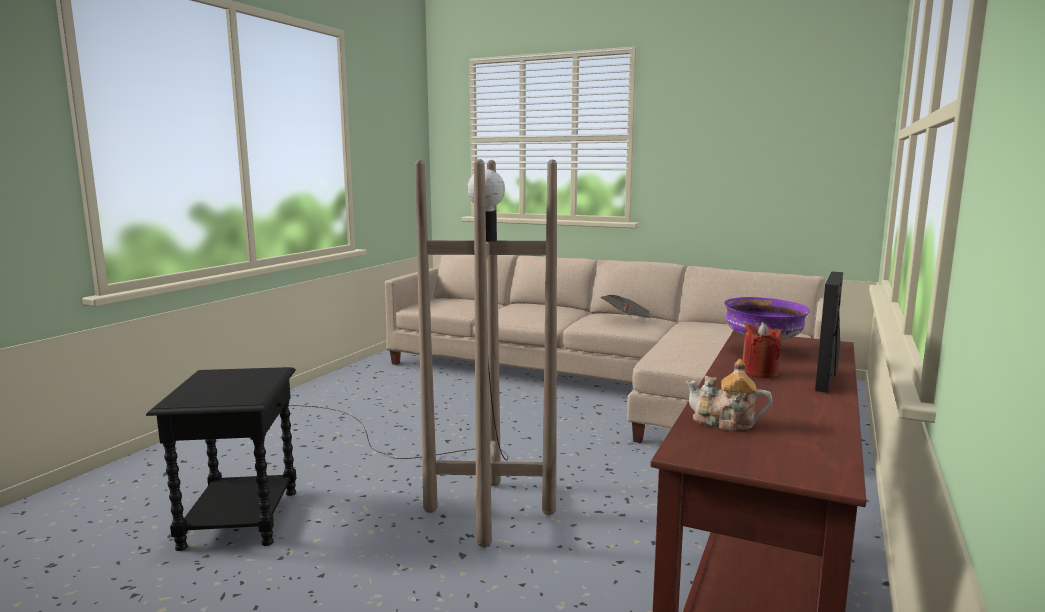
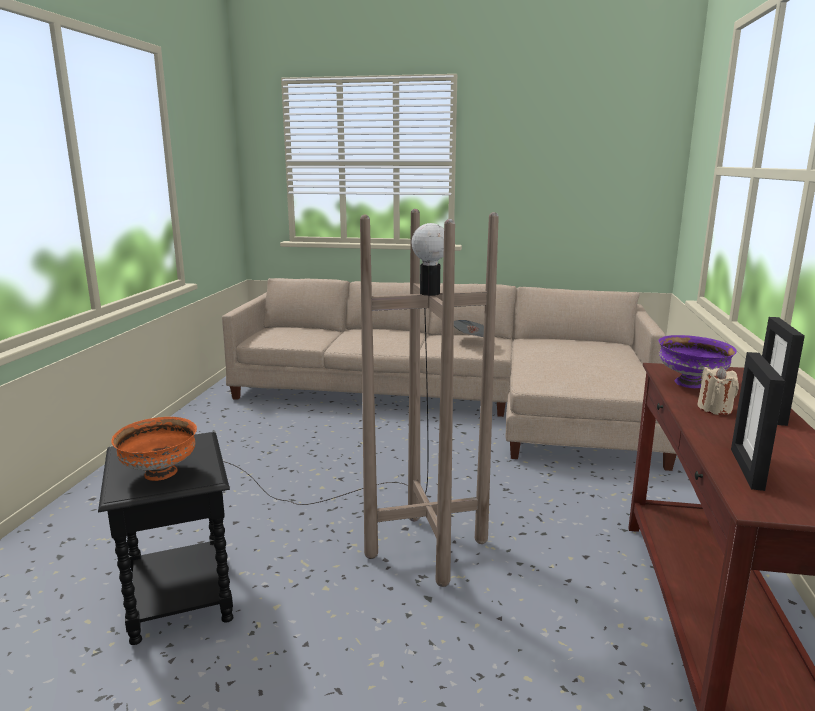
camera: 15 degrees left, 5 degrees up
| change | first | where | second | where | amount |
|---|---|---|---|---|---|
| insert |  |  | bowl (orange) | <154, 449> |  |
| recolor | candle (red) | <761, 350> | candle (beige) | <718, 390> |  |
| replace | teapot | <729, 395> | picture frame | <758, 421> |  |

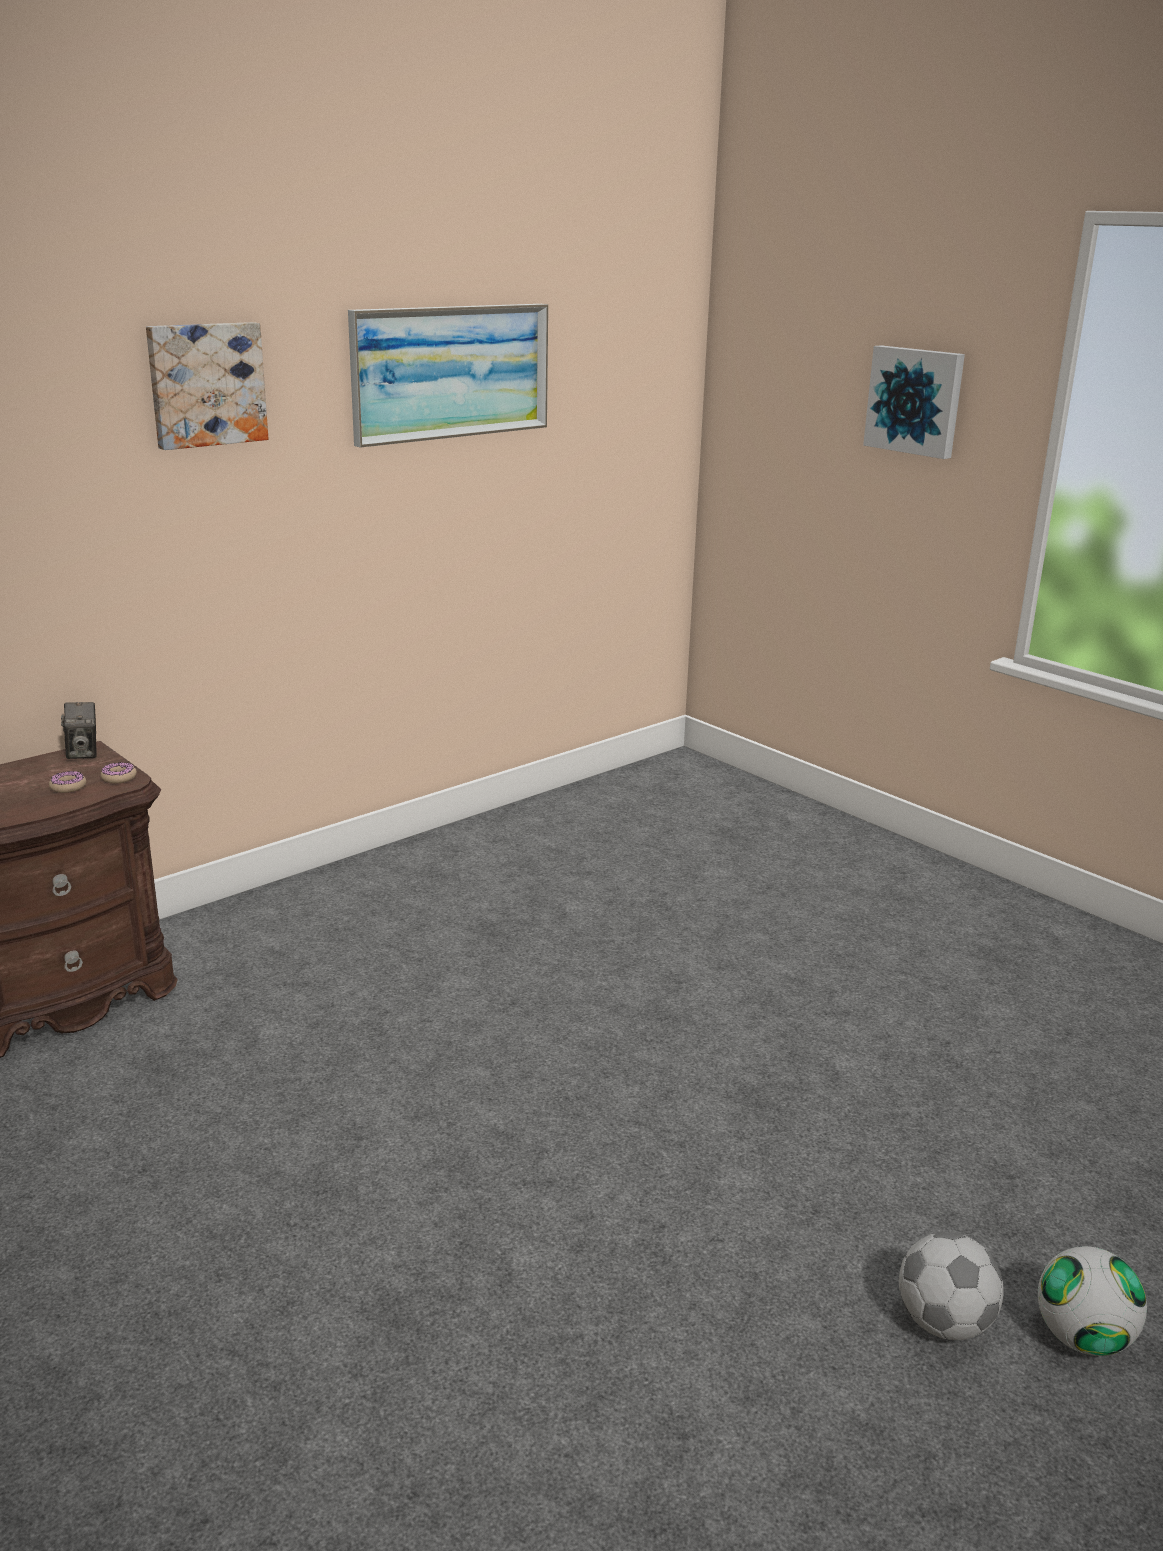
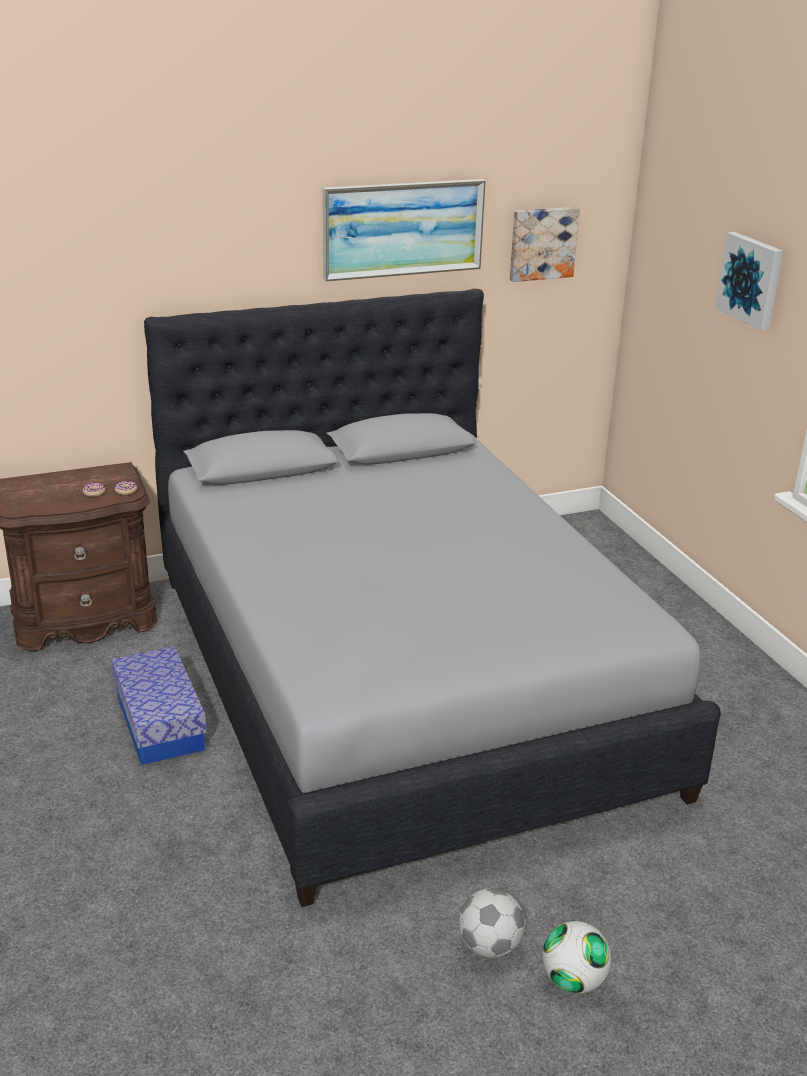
camera: 20 degrees right, 5 degrees up
| change | first | where | second | where | amount |
|---|---|---|---|---|---|
| insert |  |  | storage box | <158, 705> |  |
| insert |  |  | bed (grey) | <432, 598> |  |
| move | picture | <207, 386> |  | <545, 244> |  |
| delete | photo camera | <79, 730> |  |  |  |

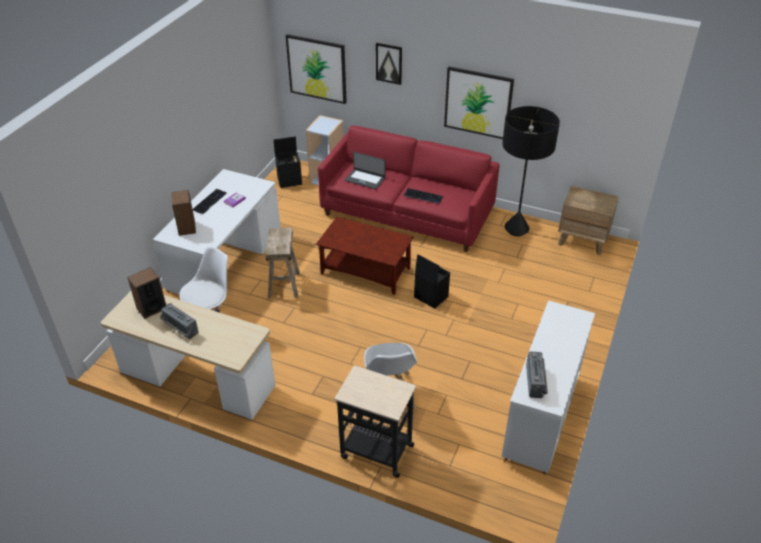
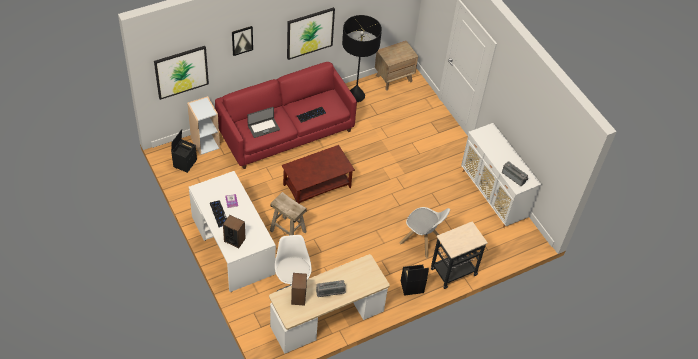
camera: 55 degrees left, 10 degrees up
| change | first | where | second | where | amount |
|---|---|---|---|---|---|
| move | storage box (black) | <432, 281> |  | <415, 280> |  |

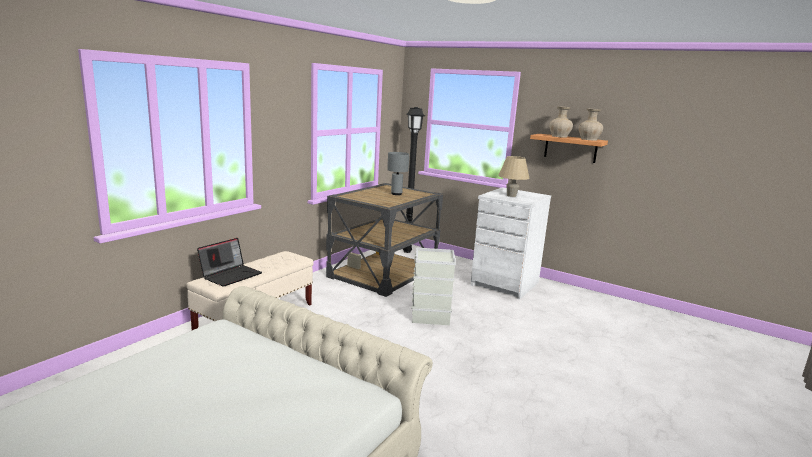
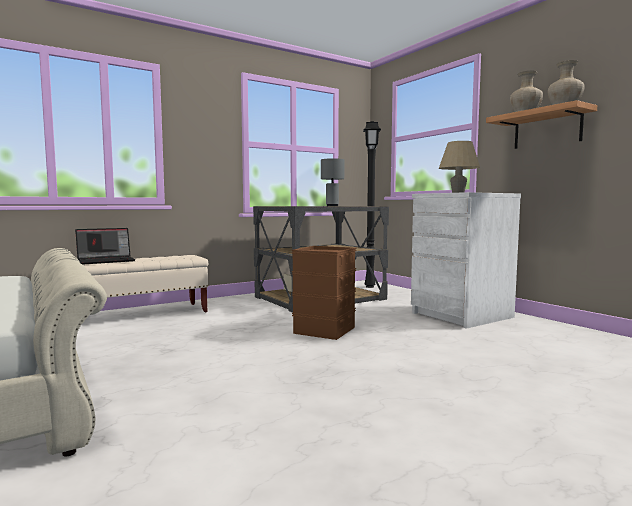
camera: 25 degrees right, 10 degrees down
| change | first | where | second | where | amount |
|---|---|---|---|---|---|
| recolor | storage box (grey) | <433, 286> | storage box (brown) | <324, 293> |  |

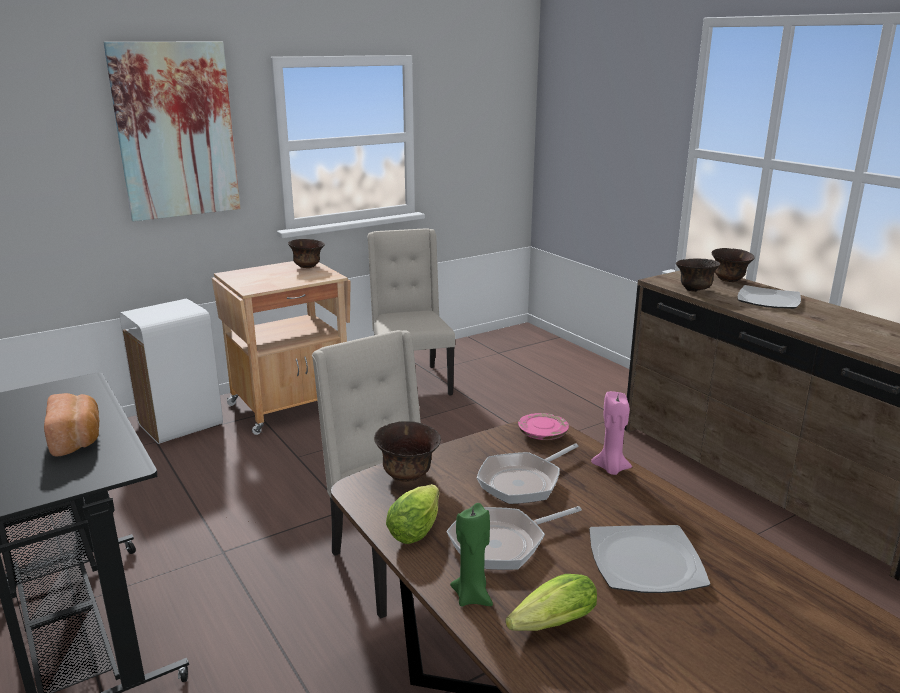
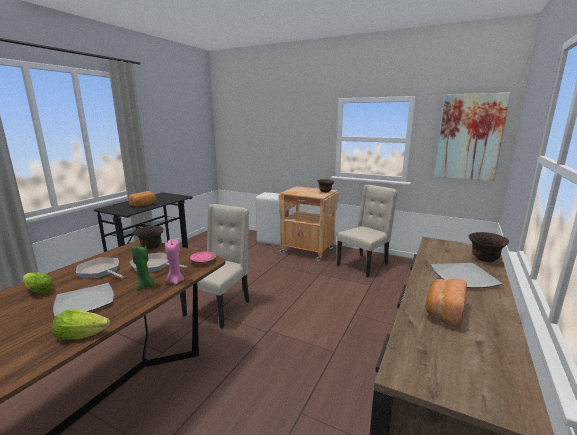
camera: 60 degrees right, 5 degrees down
| change | first | where | second | where | amount |
|---|---|---|---|---|---|
| move | lettuce | <412, 514> |  | <81, 325> |  |
| move | candle (green) | <471, 554> |  | <143, 267> |  |
| insert |  |  | bread | <446, 303> |  |
| move | picture | <172, 131> |  | <473, 137> |  |
| delete | bowl (brown) | <698, 275> |  |  |  |

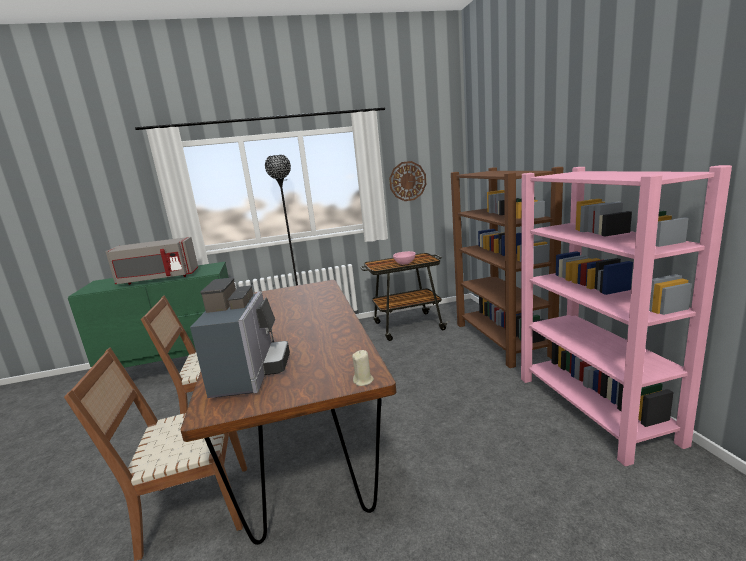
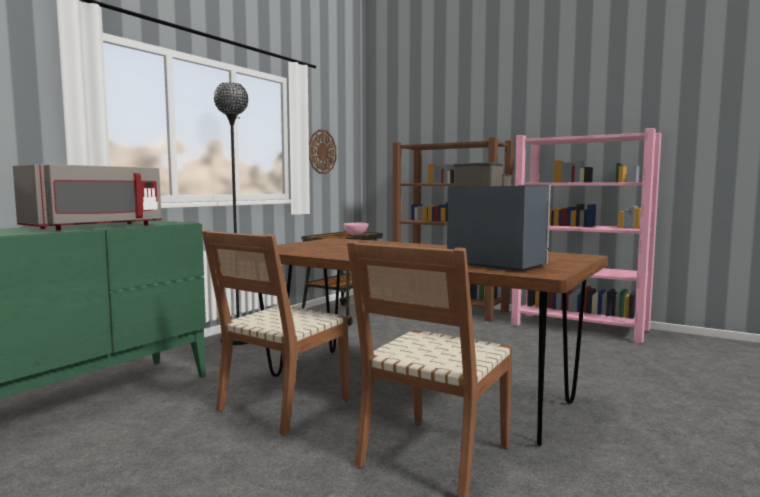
camera: 45 degrees left, 10 degrees down
| change | first | where | second | where | amount |
|---|---|---|---|---|---|
| delete | candle (beige) | <363, 368> |  |  |  |

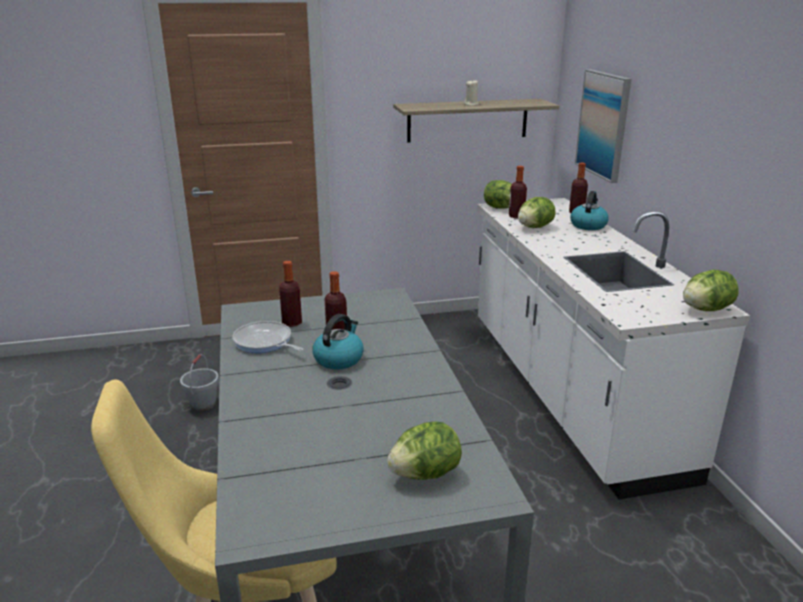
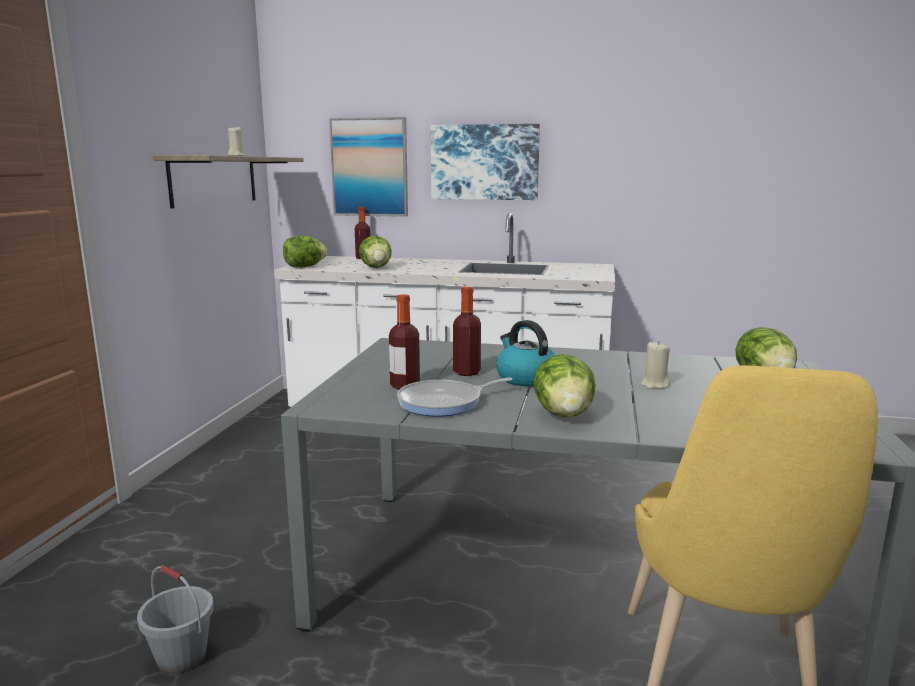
camera: 65 degrees left, 10 degrees down
| change | first | where | second | where | amount |
|---|---|---|---|---|---|
| insert |  |  | picture | <485, 162> |  |
| move | lettuce | <711, 290> |  | <565, 386> |  |
| insert |  |  | candle (beige) | <655, 365> |  |
| delete | bottle | <518, 192> |  |  |  |
| delete | kettle | <589, 210> |  |  |  |

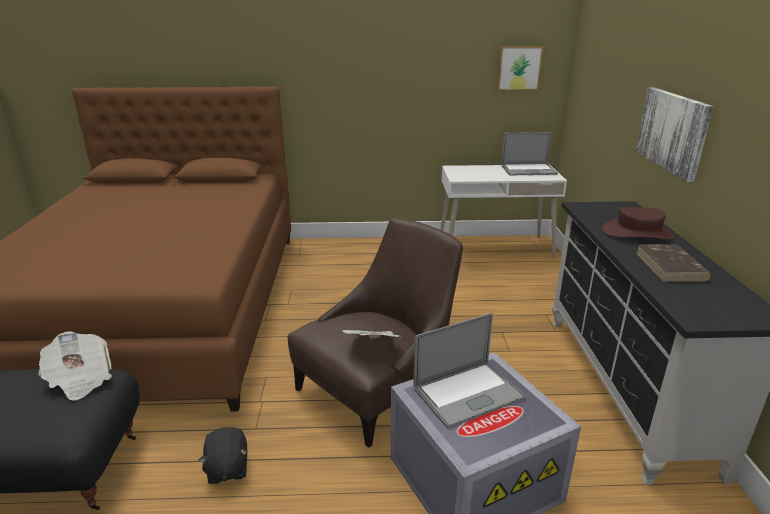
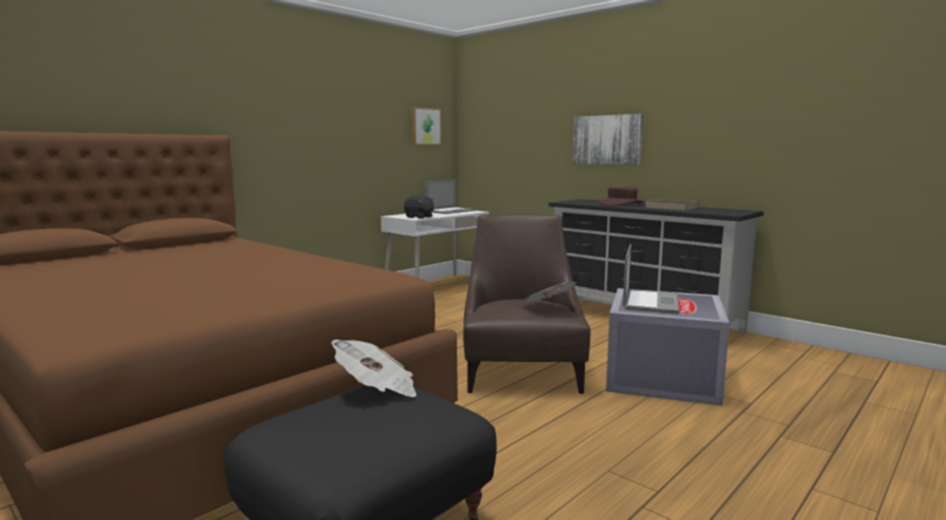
camera: 45 degrees left, 15 degrees down
| change | first | where | second | where | amount |
|---|---|---|---|---|---|
| move | plush toy (black) | <223, 455> |  | <419, 207> |  |

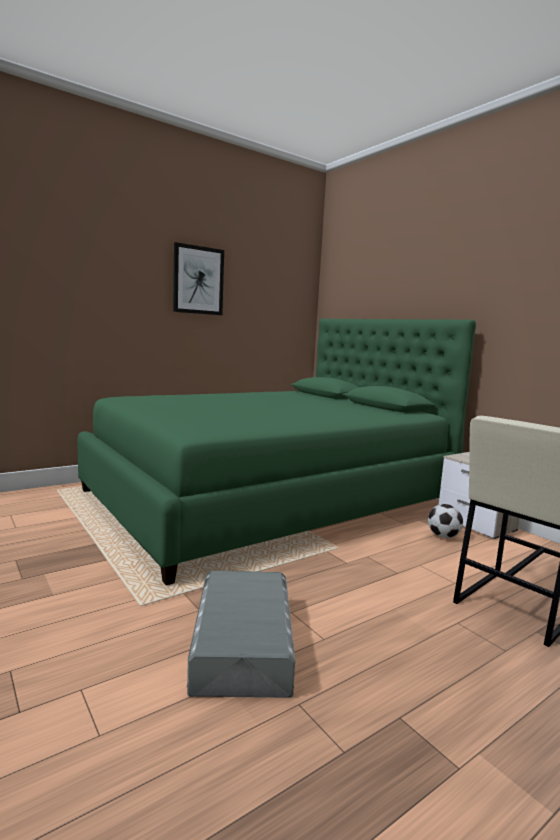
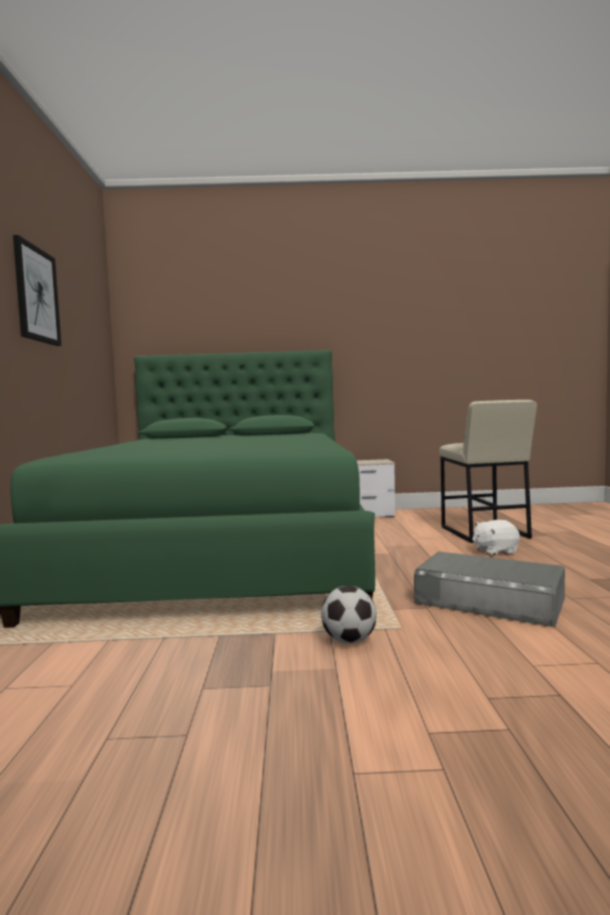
camera: 55 degrees left, 5 degrees down
| change | first | where | second | where | amount |
|---|---|---|---|---|---|
| move | football | <445, 521> |  | <349, 615> |  |
| insert |  |  | plush toy (white) | <496, 538> |  |

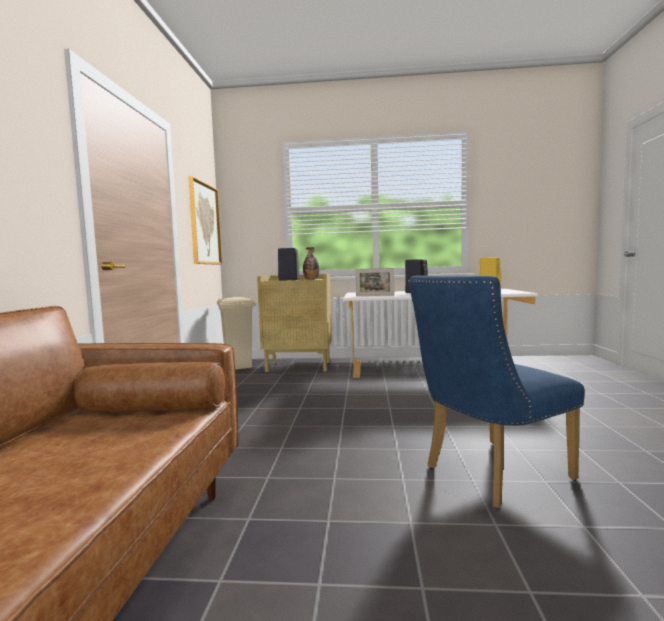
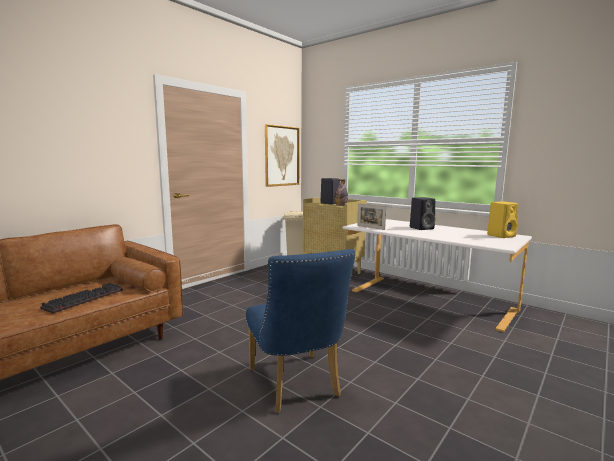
camera: 35 degrees right, 5 degrees up
| change | first | where | second | where | amount |
|---|---|---|---|---|---|
| insert |  |  | keyboard | <81, 298> |  |
| rotate | chair (blue) | <496, 392> |  | <301, 331> | 120 degrees counterclockwise |

